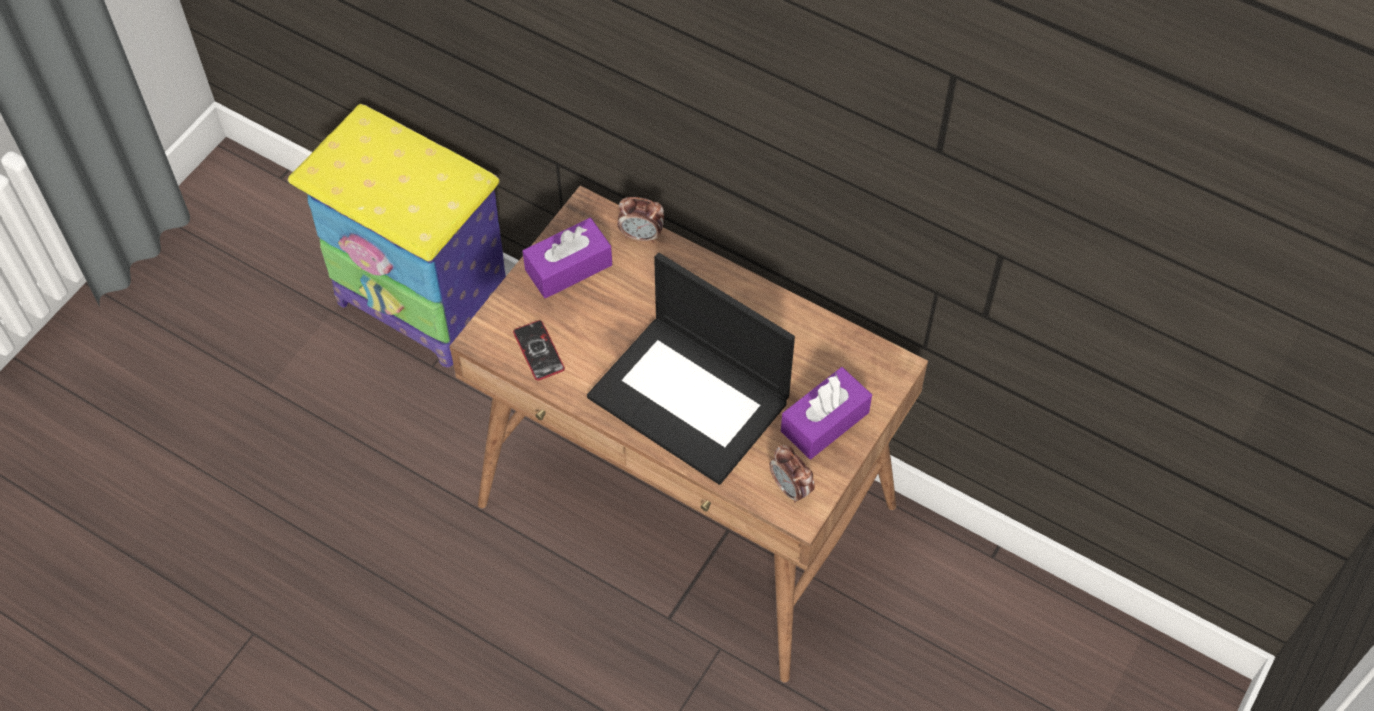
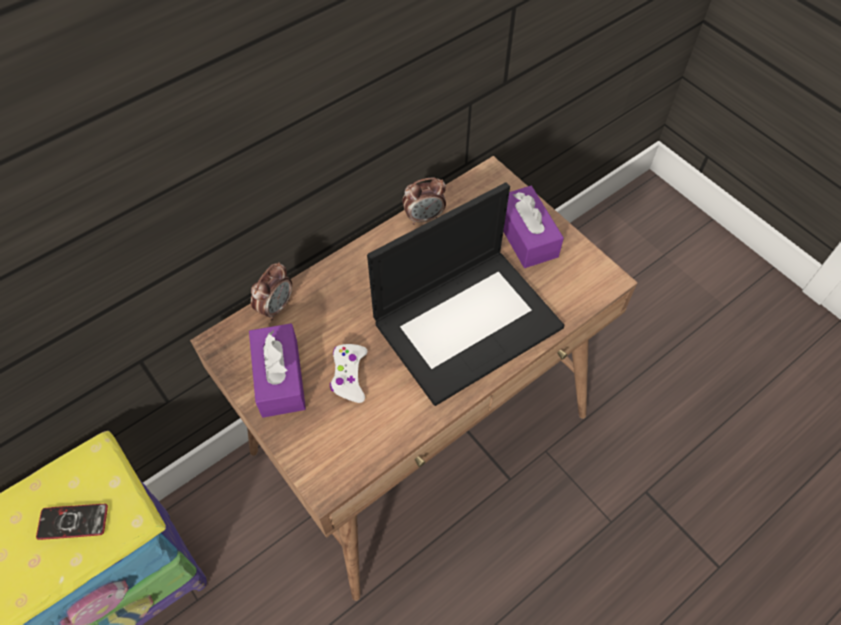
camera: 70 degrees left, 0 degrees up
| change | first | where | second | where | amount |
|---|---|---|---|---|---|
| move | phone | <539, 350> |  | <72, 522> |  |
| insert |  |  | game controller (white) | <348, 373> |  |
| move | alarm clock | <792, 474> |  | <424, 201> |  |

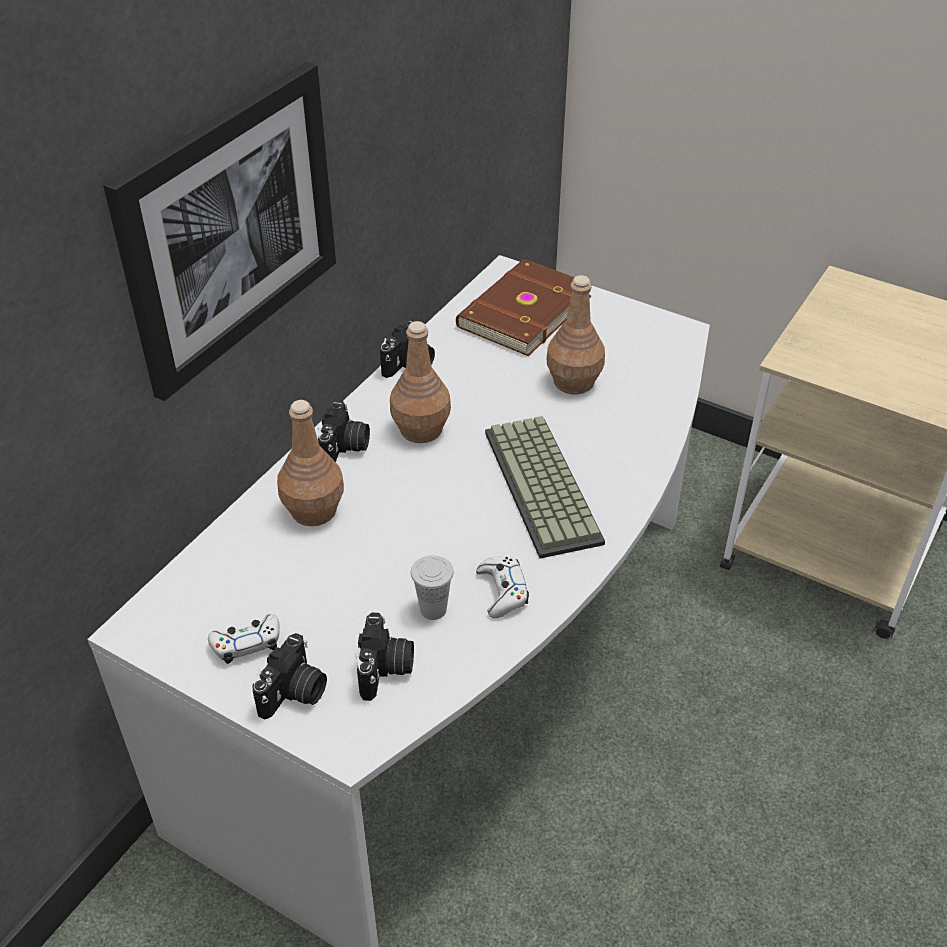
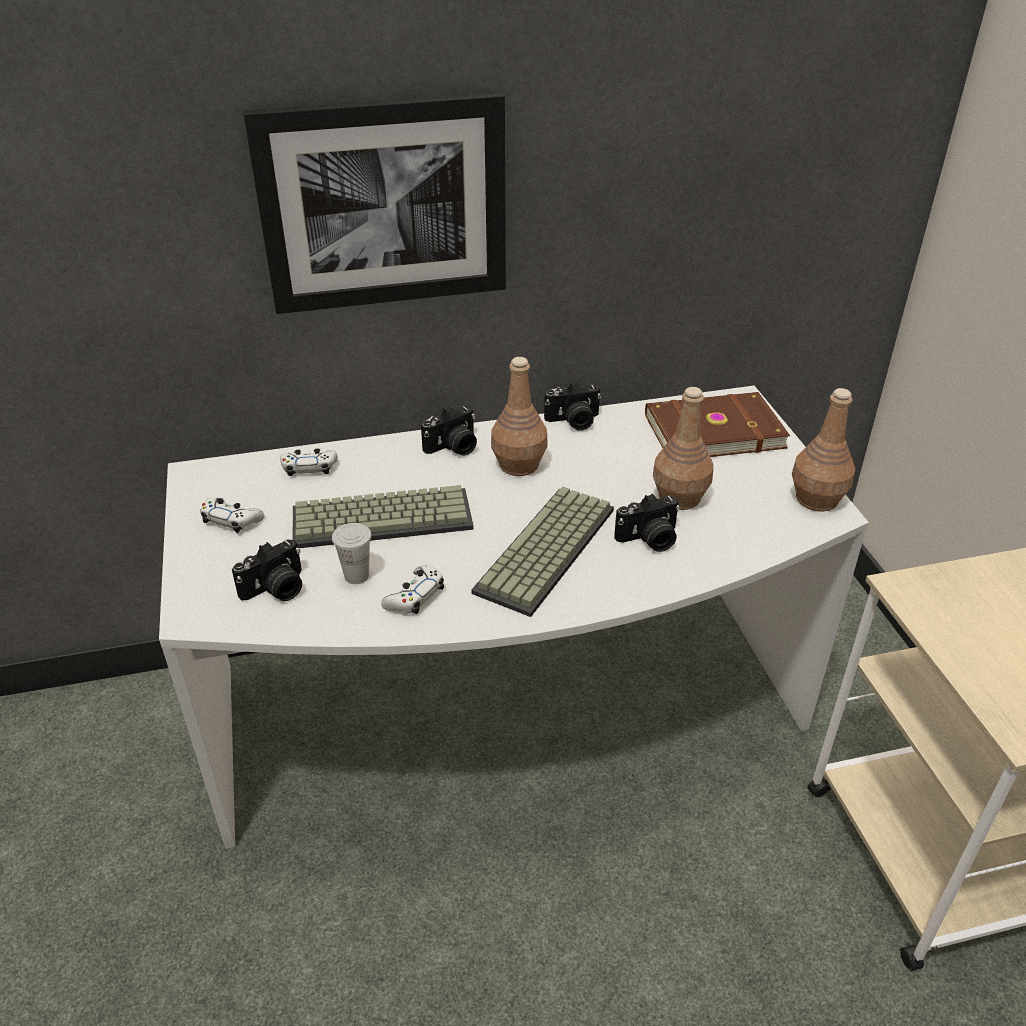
camera: 45 degrees right, 5 degrees down
| change | first | where | second | where | amount |
|---|---|---|---|---|---|
| insert |  |  | game controller (white) | <309, 462> |  |
| insert |  |  | keyboard | <383, 516> |  |
| move | photo camera | <289, 676> |  | <647, 523> |  |
| move | bottle (brown) | <310, 463> |  | <823, 450> |  |

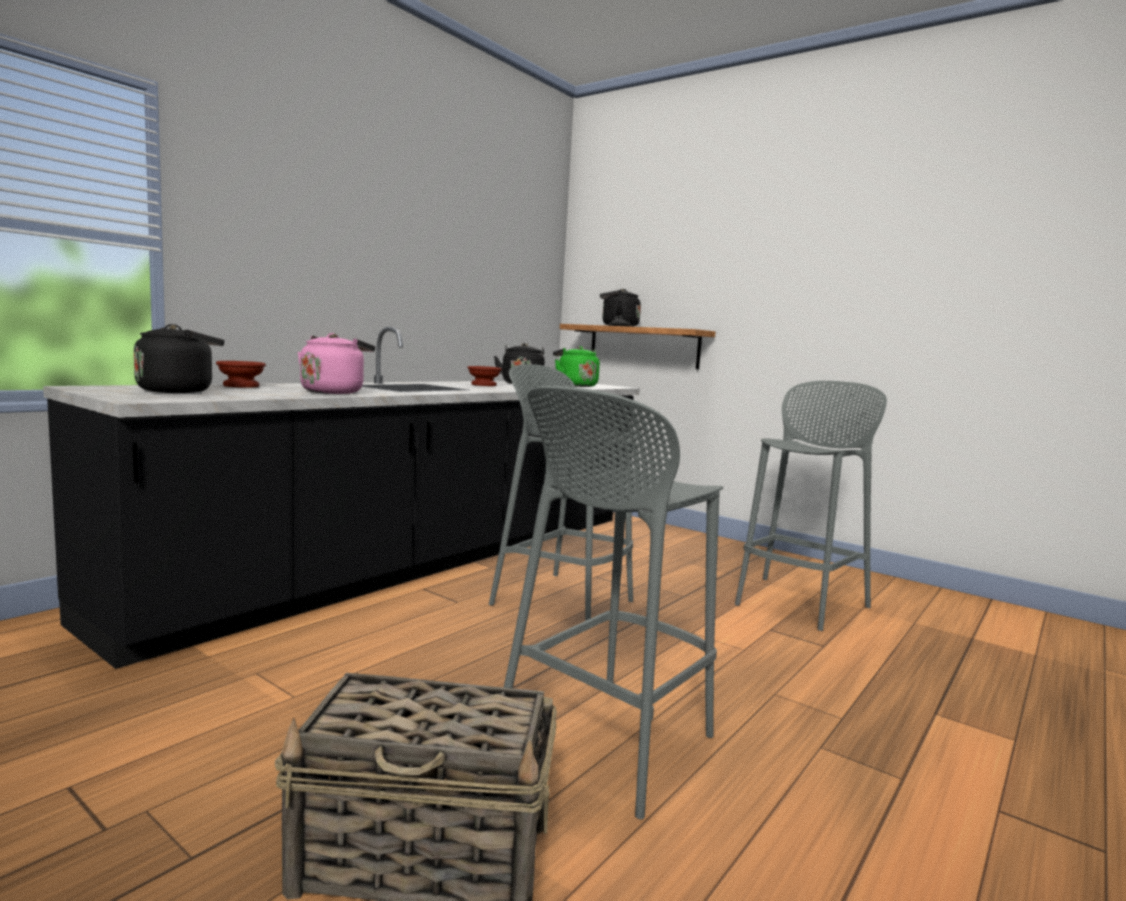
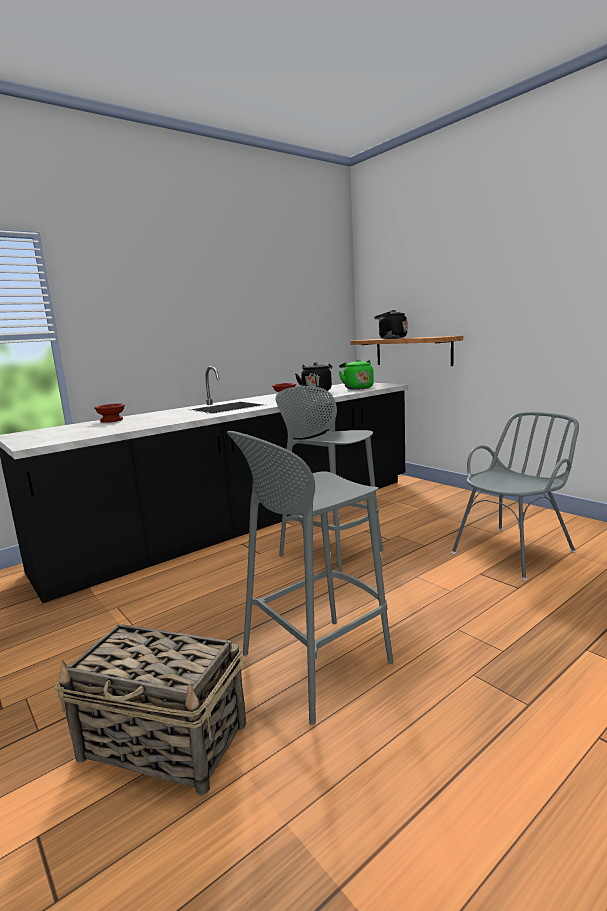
camera: 15 degrees right, 5 degrees up
| change | first | where | second | where | amount |
|---|---|---|---|---|---|
| replace | stool (grey) | <811, 506> | chair (grey) | <515, 496> |  |
| delete | kettle (black) | <179, 358> |  |  |  |
| delete | kettle (pink) | <336, 363> |  |  |  |

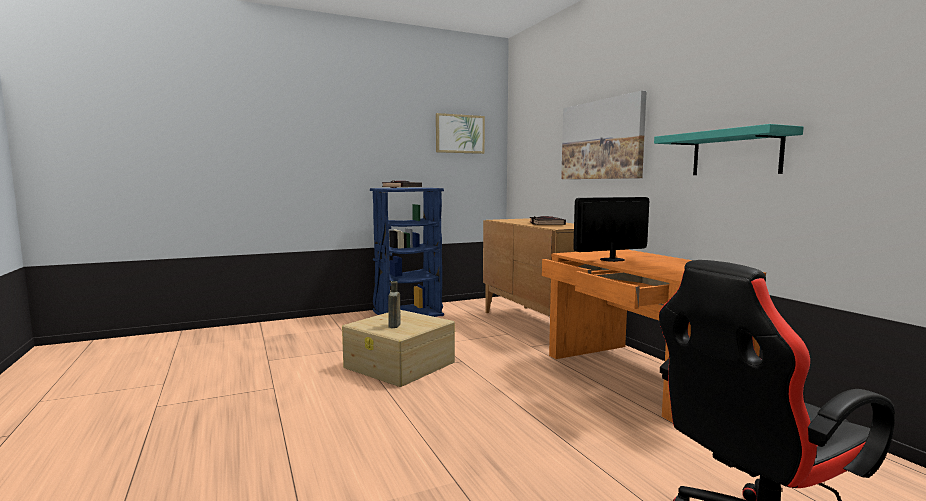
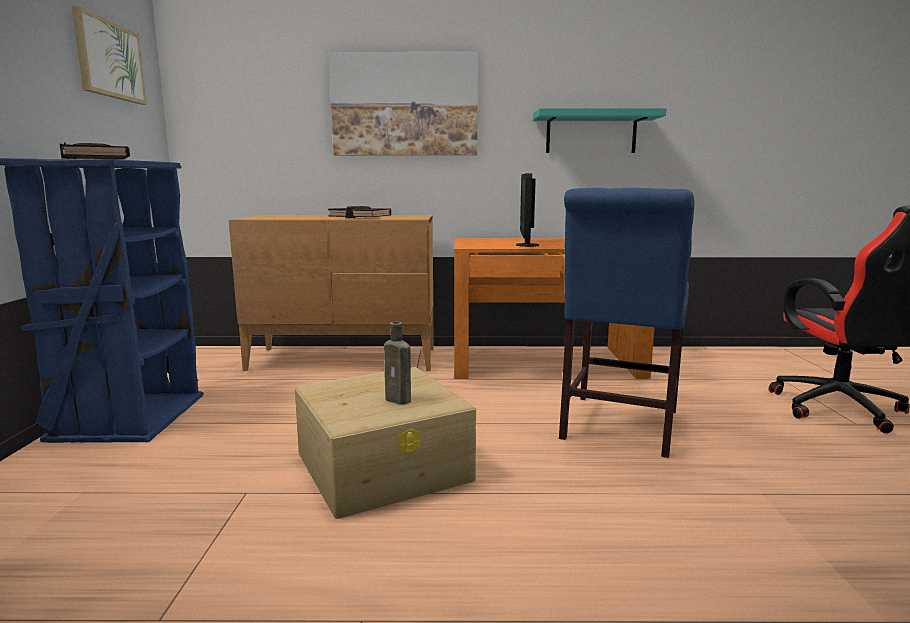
camera: 65 degrees left, 5 degrees up
| change | first | where | second | where | amount |
|---|---|---|---|---|---|
| insert |  |  | chair (blue) | <627, 323> |  |

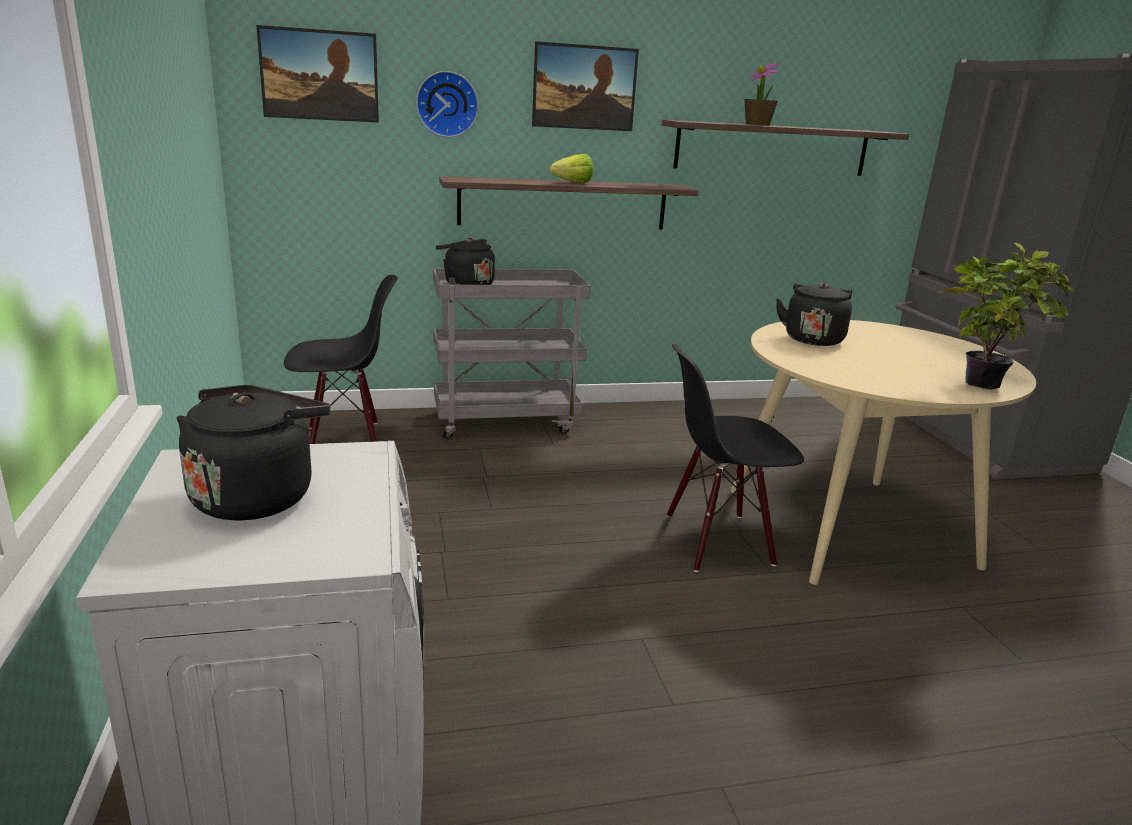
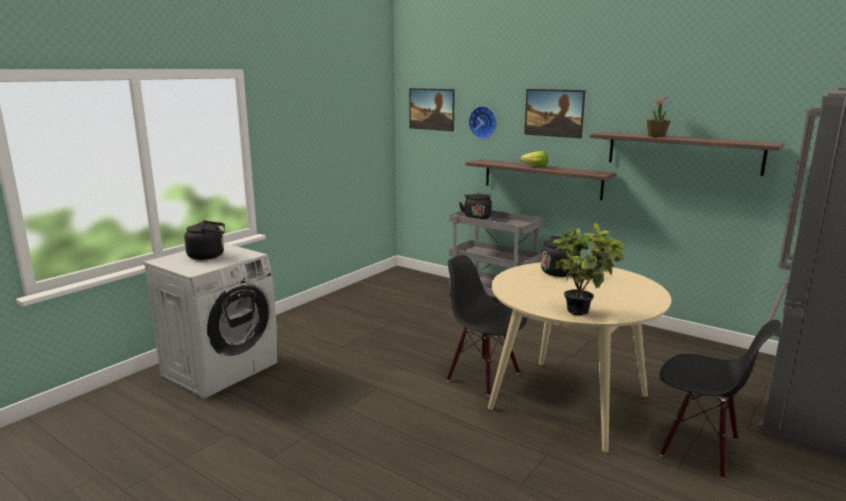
camera: 50 degrees right, 5 degrees down
| change | first | where | second | where | amount |
|---|---|---|---|---|---|
| move | chair (black) | <340, 359> |  | <720, 399> |  |

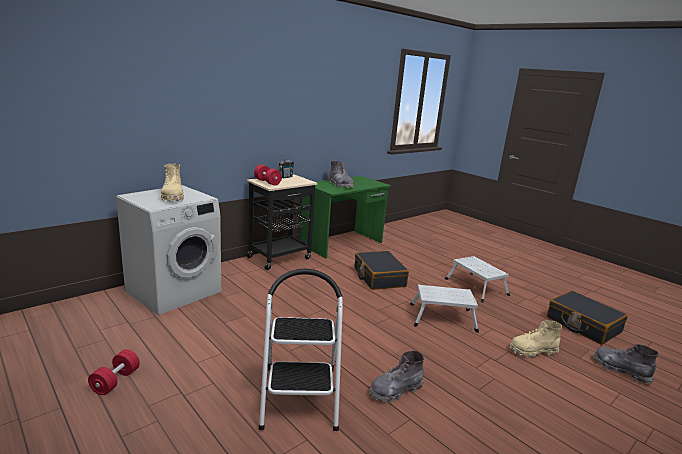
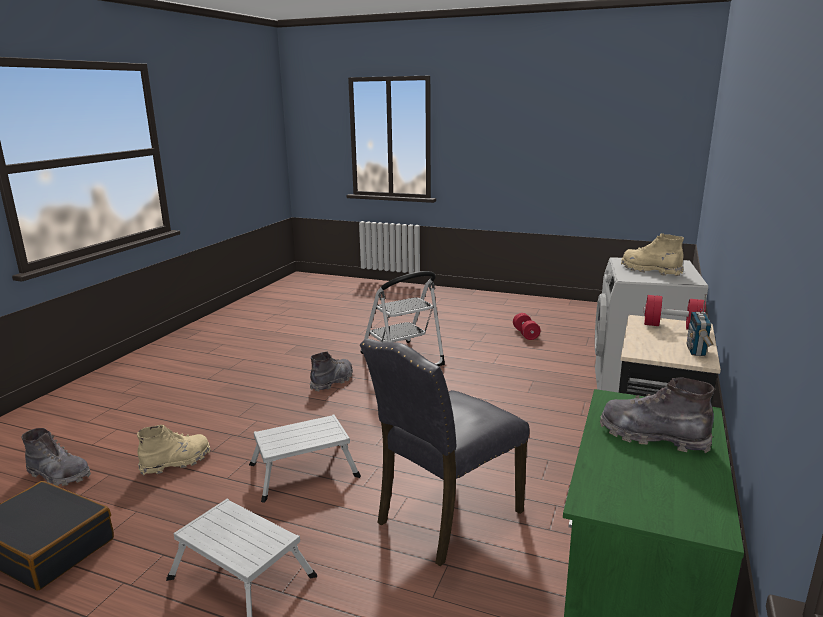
camera: 155 degrees right, 0 degrees up
| change | first | where | second | where | amount |
|---|---|---|---|---|---|
| replace | suitcase (black) | <382, 270> | chair (grey) | <445, 452> |  |

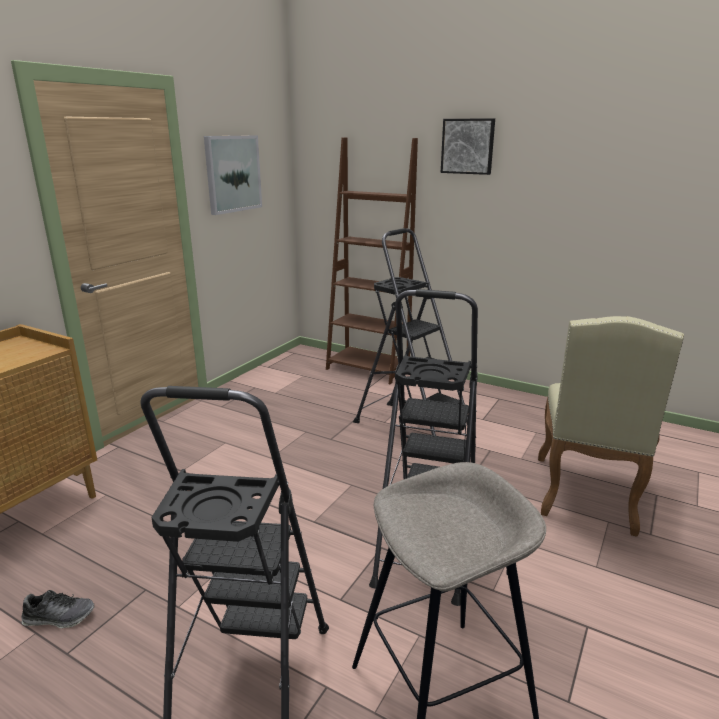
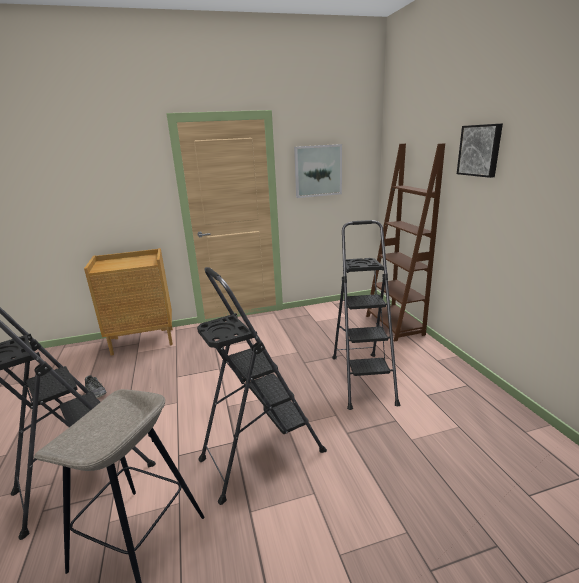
camera: 45 degrees right, 0 degrees up
| change | first | where | second | where | amount |
|---|---|---|---|---|---|
| delete | chair (beige) | <611, 426> |  |  |  |

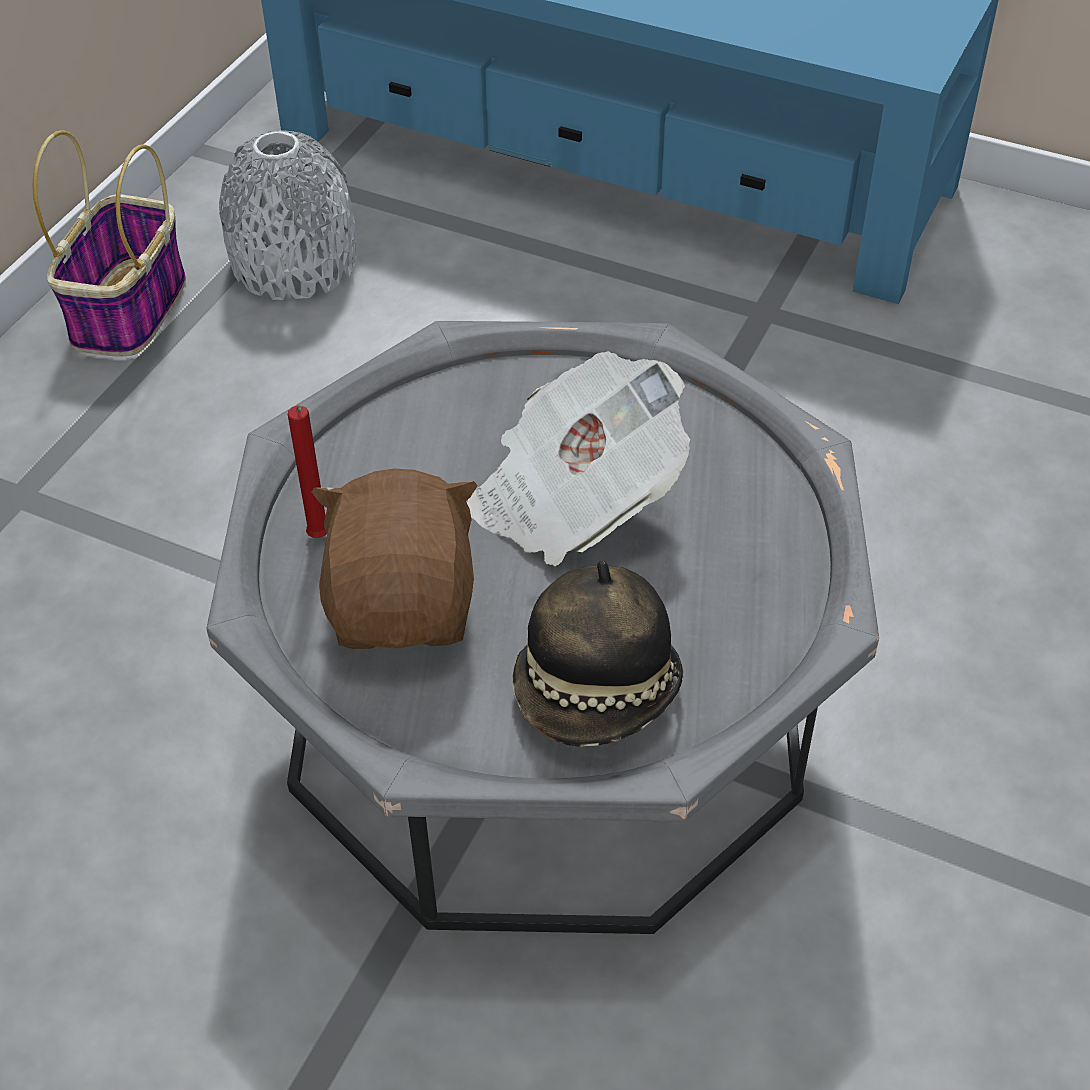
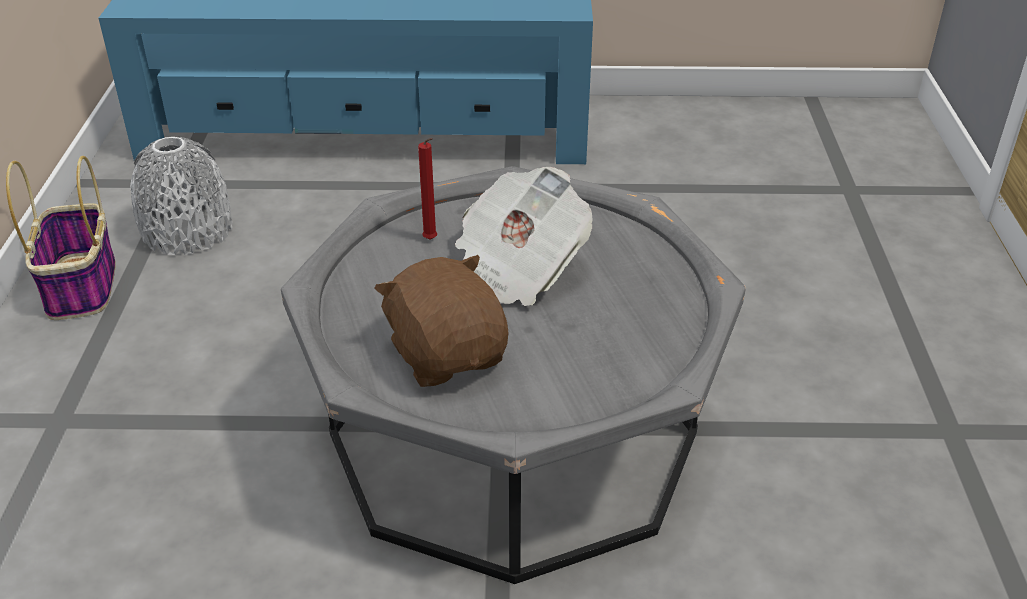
camera: 25 degrees left, 10 degrees down
| change | first | where | second | where | amount |
|---|---|---|---|---|---|
| move | candle (red) | <307, 472> |  | <427, 189> |  |
| delete | hat | <597, 653> |  |  |  |

